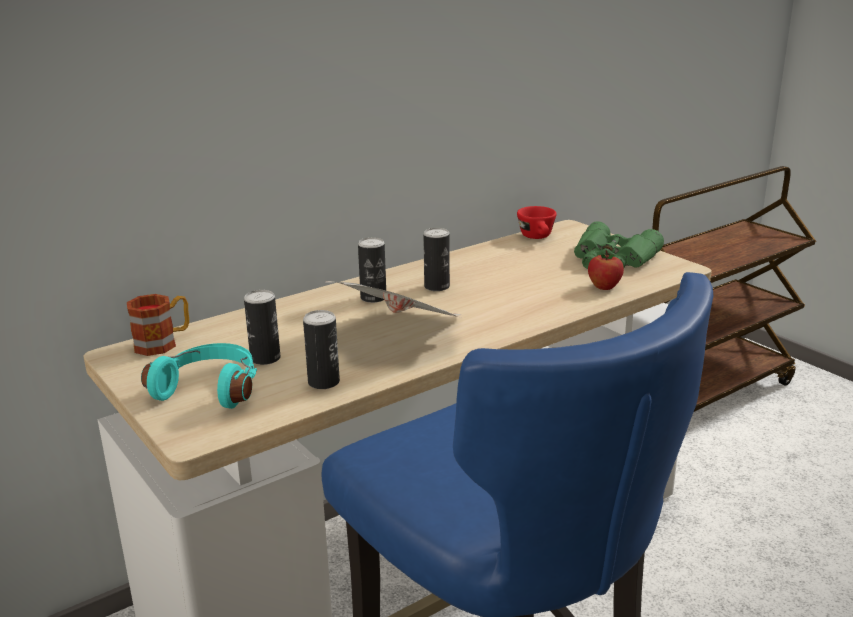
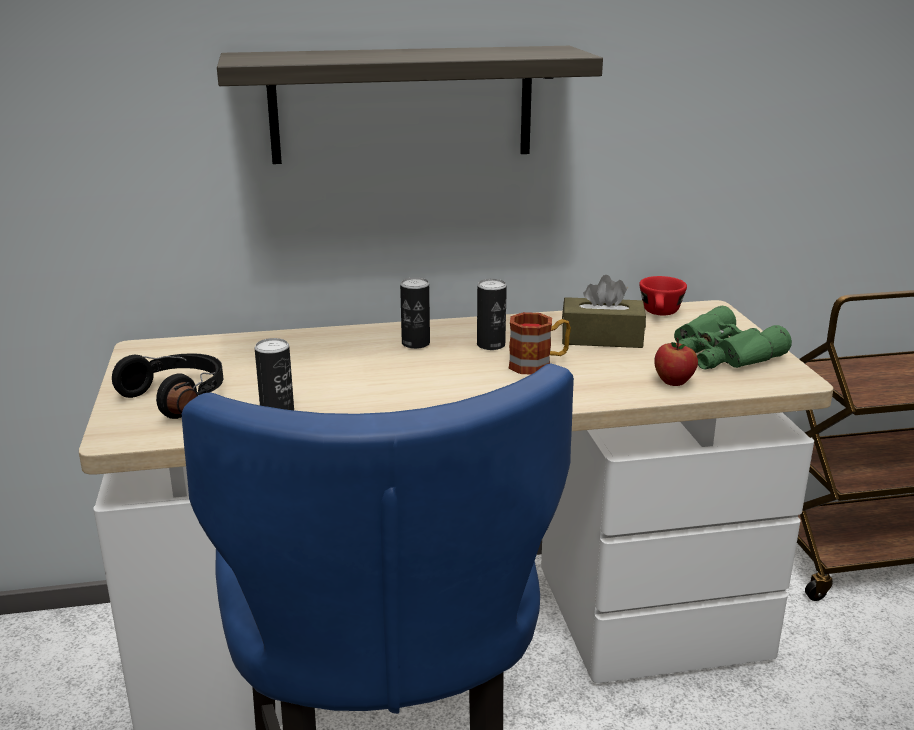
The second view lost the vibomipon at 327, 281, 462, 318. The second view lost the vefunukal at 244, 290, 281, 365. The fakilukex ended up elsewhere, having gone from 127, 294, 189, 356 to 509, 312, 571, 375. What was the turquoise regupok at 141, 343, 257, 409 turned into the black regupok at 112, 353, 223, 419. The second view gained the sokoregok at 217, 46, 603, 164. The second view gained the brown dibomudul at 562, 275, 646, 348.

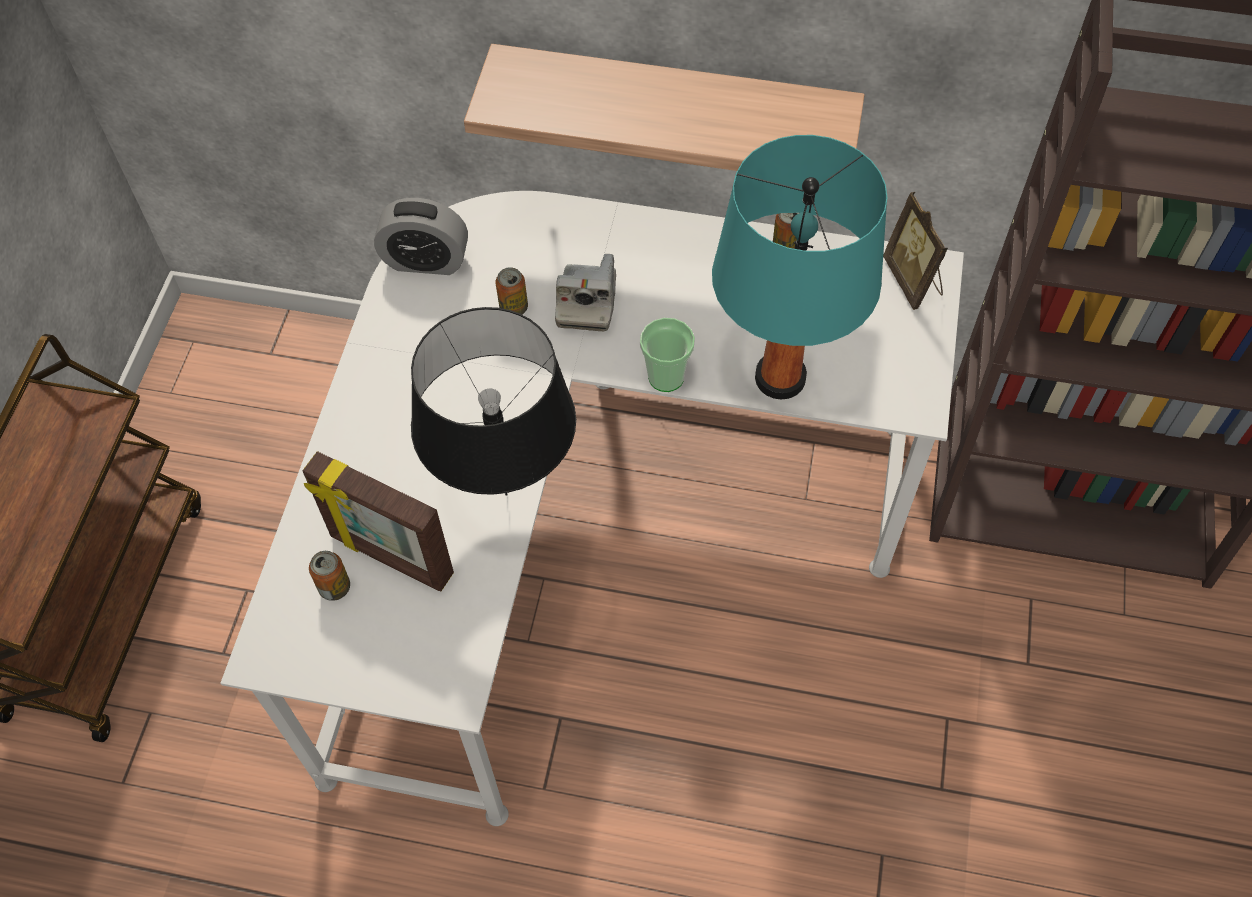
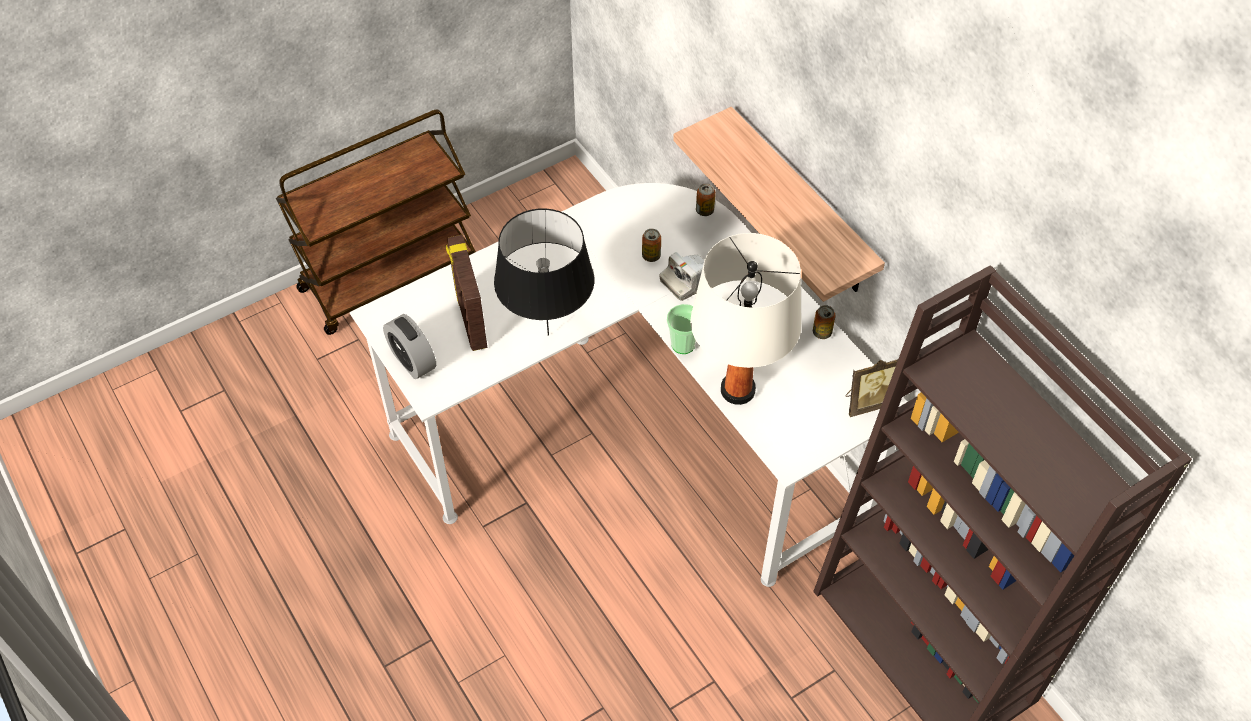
What was the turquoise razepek at 712, 135, 888, 400 turned into the white razepek at 690, 233, 801, 405. The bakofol at 883, 192, 948, 310 ended up facing another way, 135 degrees counterclockwise from before. The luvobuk ended up elsewhere, having gone from 374, 198, 468, 275 to 383, 314, 436, 379. The vefunukal ended up elsewhere, having gone from 309, 551, 350, 601 to 696, 183, 716, 216.

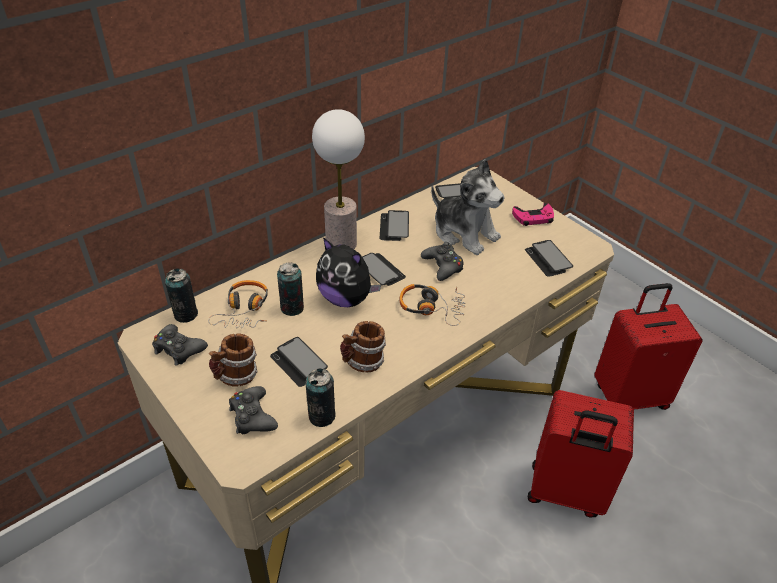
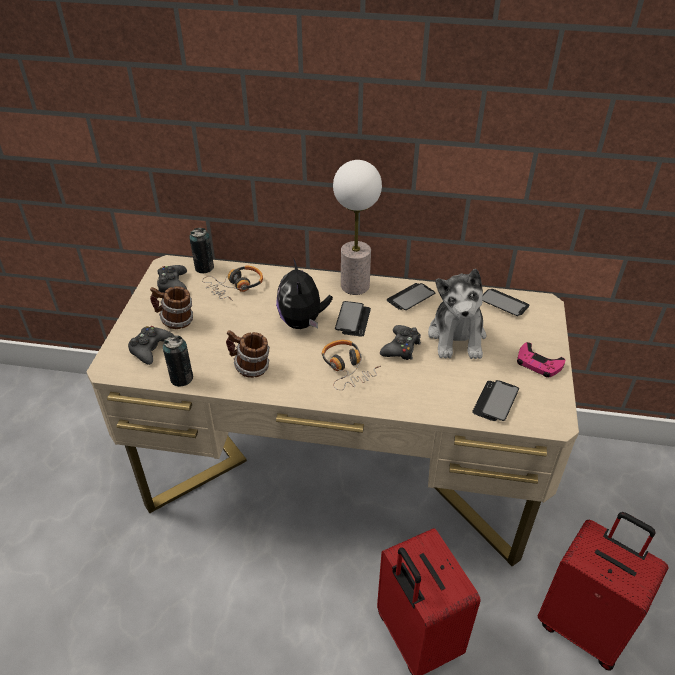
The second view lost the vefunukal at 277, 262, 304, 316. The second view lost the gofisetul at 270, 337, 328, 387.

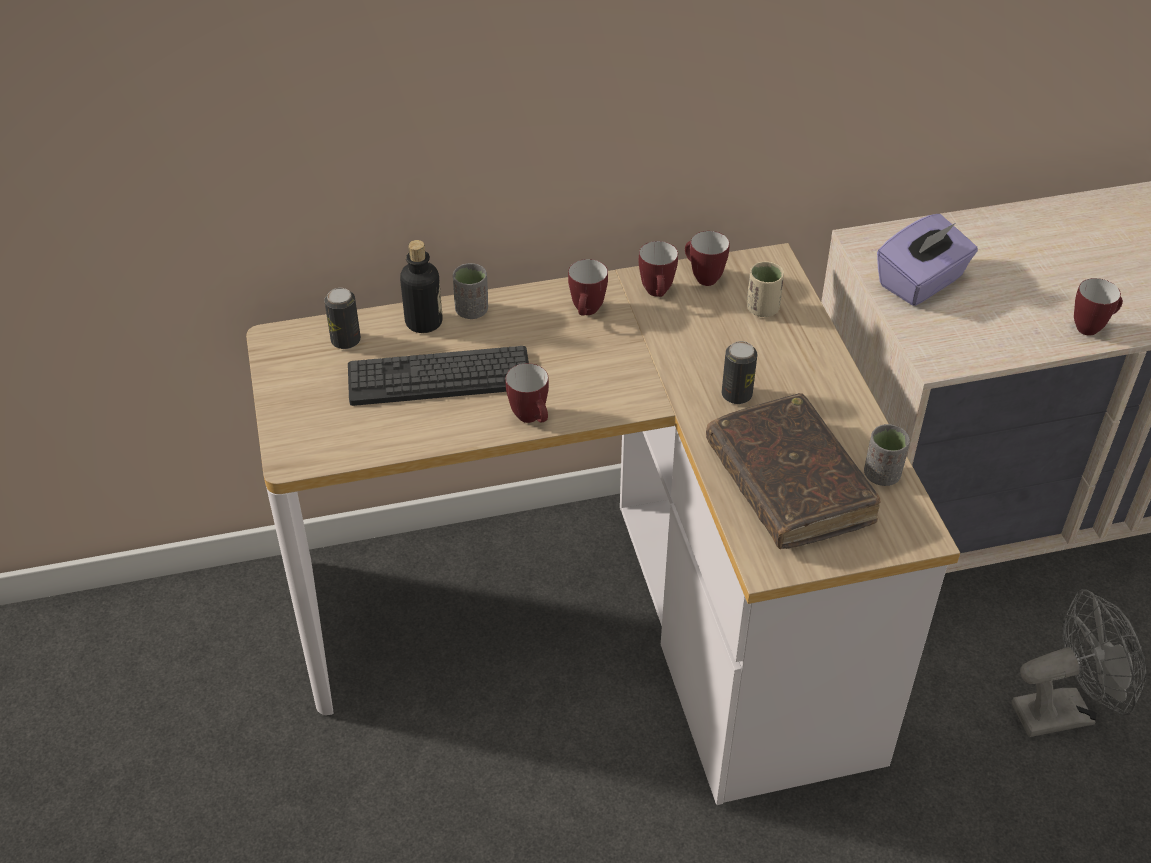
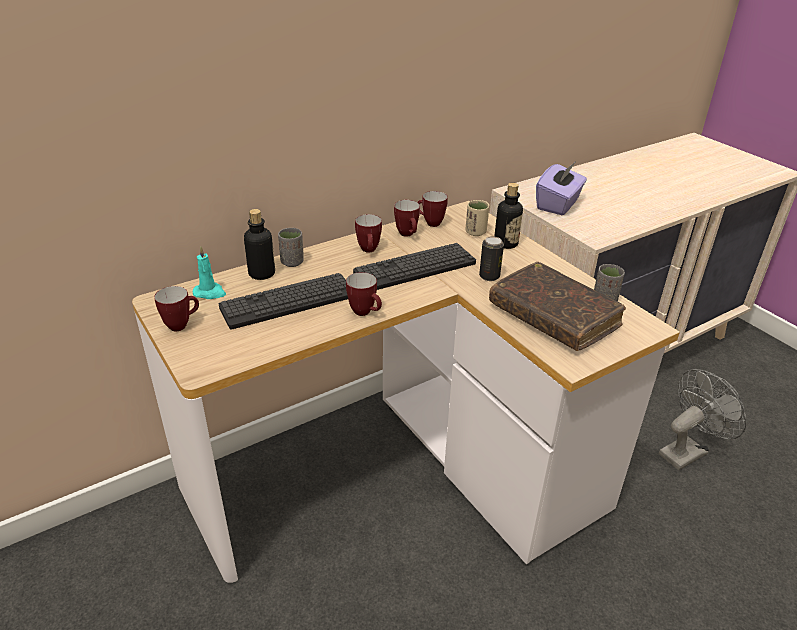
The fakilukex ended up elsewhere, having gone from 1074, 278, 1123, 336 to 154, 286, 199, 331. Where the vefunukal stood at 324, 288, 361, 349, the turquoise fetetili came to stand at 193, 246, 226, 299. The second view gained the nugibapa at 494, 183, 523, 249. The second view gained the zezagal at 353, 243, 476, 290.

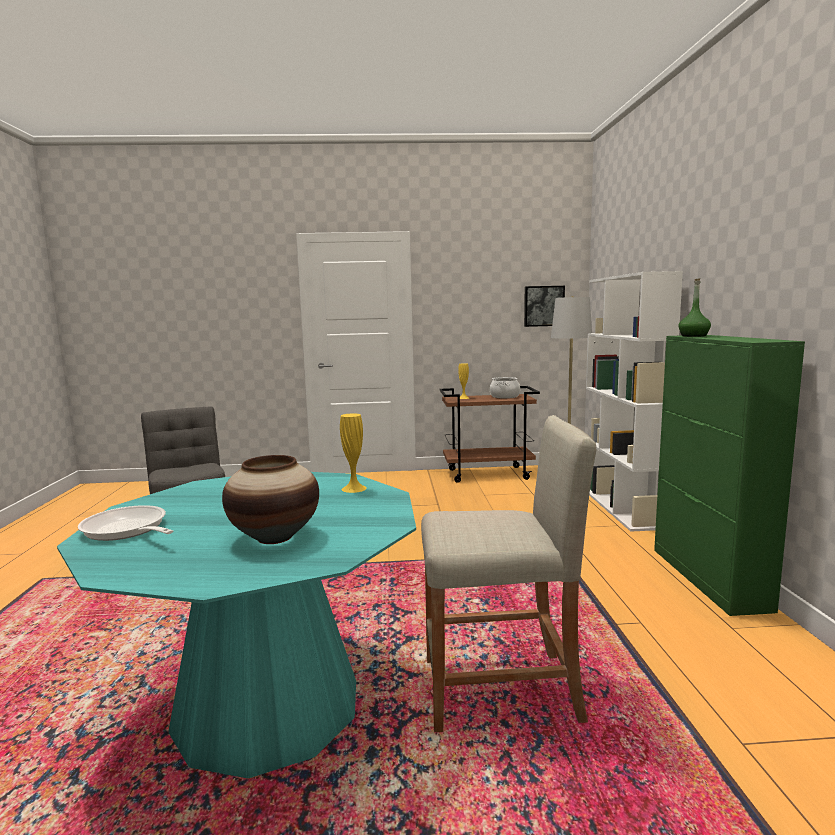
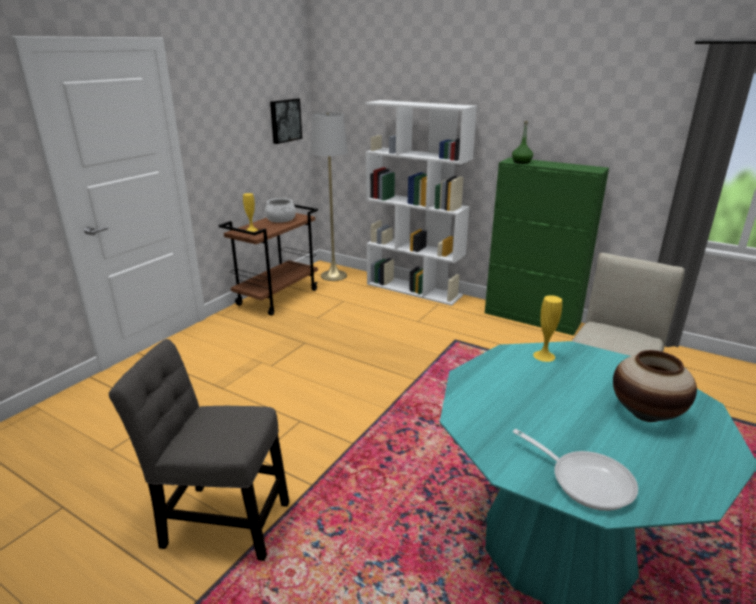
The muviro at 78, 505, 173, 541 ended up facing another way, 120 degrees counterclockwise from before.

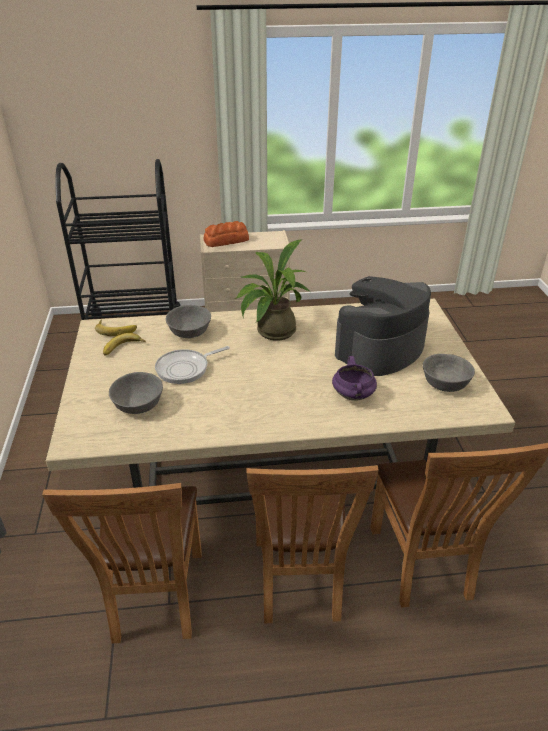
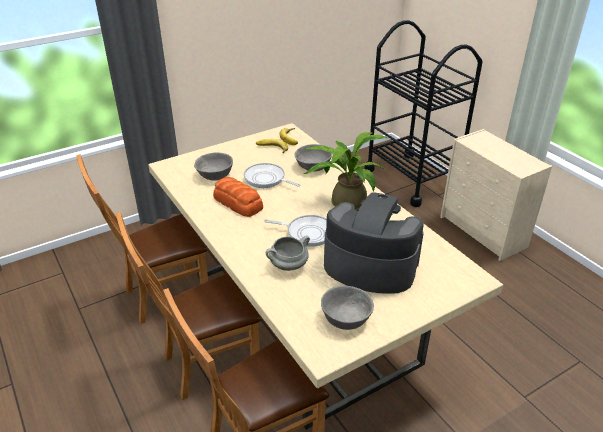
The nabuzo ended up elsewhere, having gone from 204, 221, 249, 247 to 213, 177, 263, 217. What was the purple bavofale at 332, 356, 377, 401 turned into the grey bavofale at 266, 236, 310, 271. The second view gained the muviro at 264, 215, 327, 247.

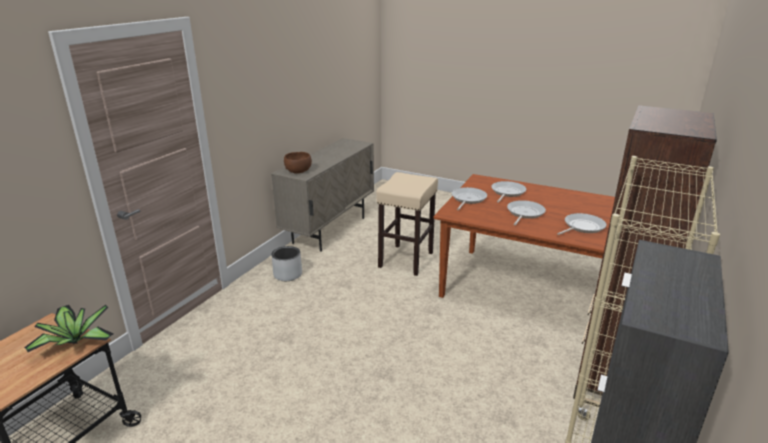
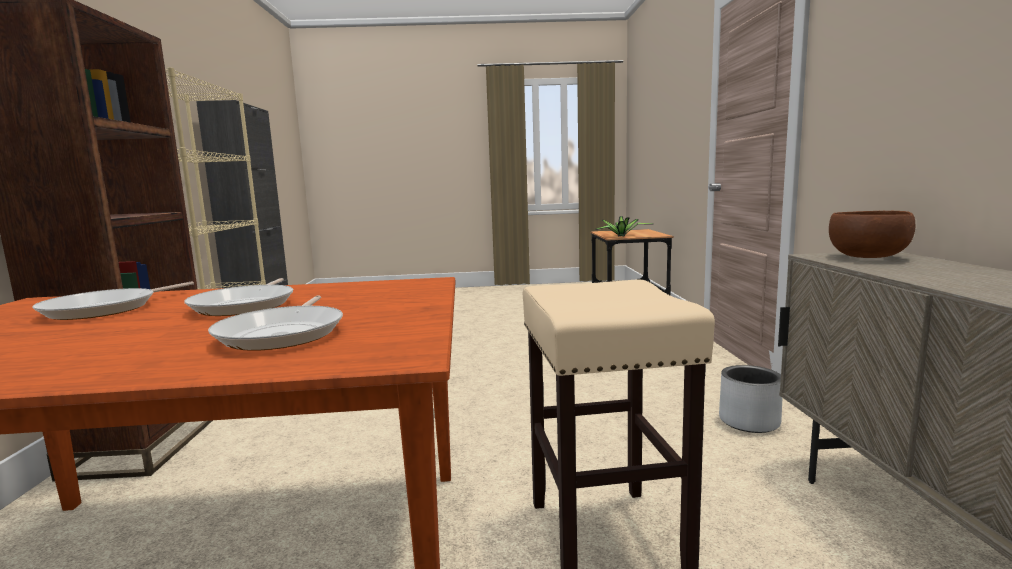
The second view lost the muviro at 452, 187, 487, 210.

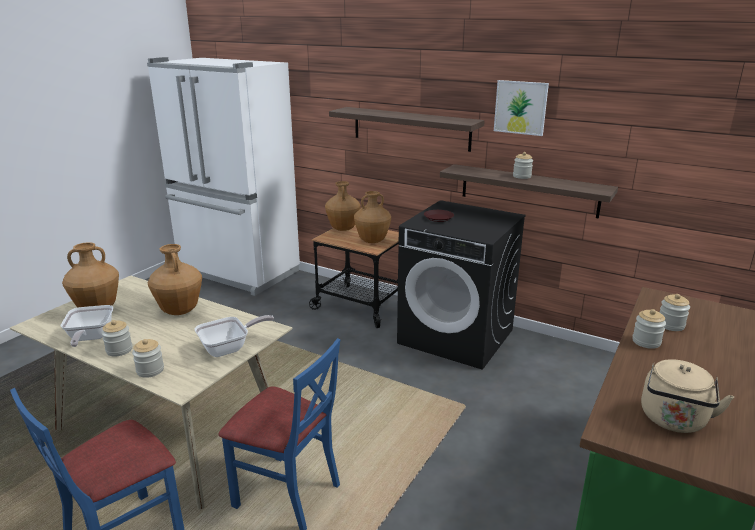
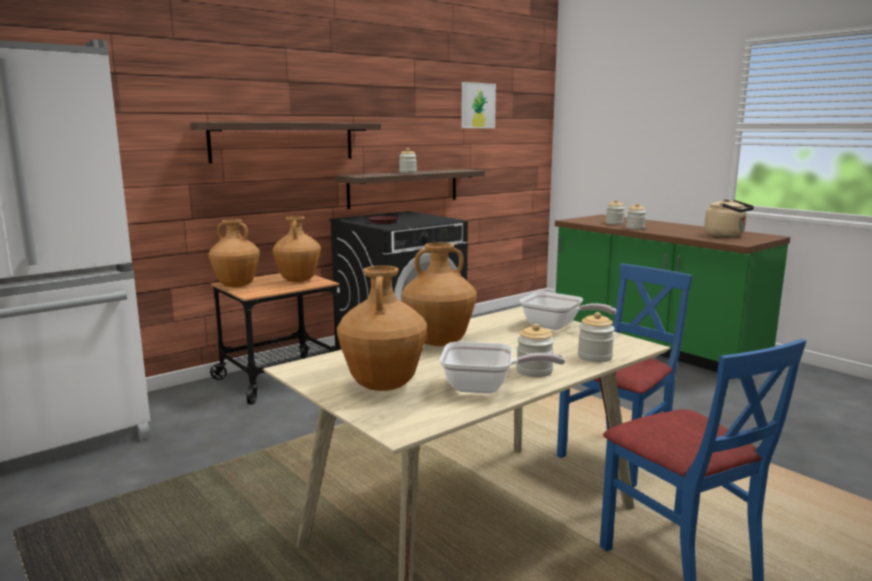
The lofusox ended up elsewhere, having gone from 494, 80, 549, 136 to 461, 82, 496, 128. The muviro at 195, 315, 274, 357 ended up facing another way, 135 degrees clockwise from before.

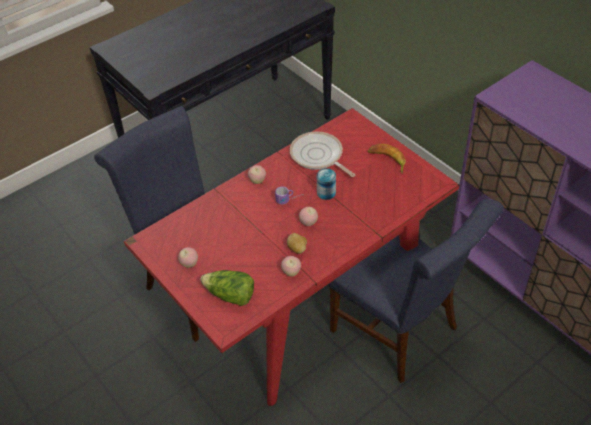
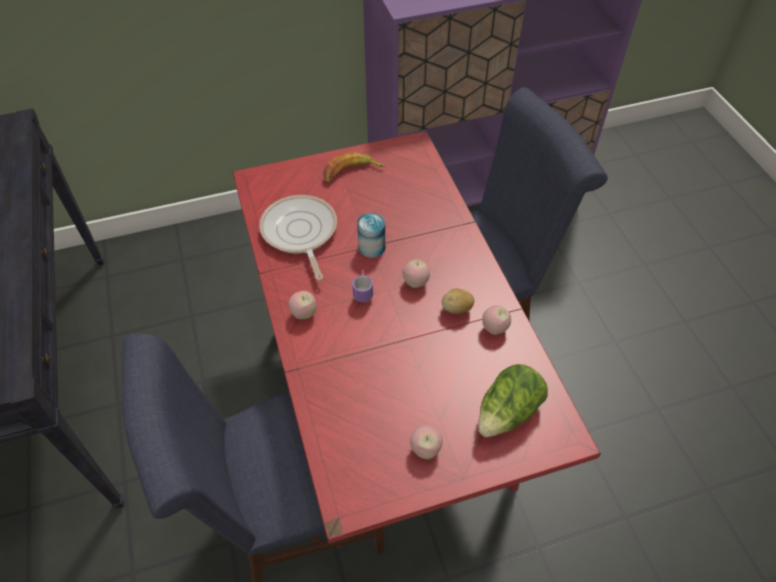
The muviro at 290, 131, 355, 177 ended up facing another way, 90 degrees clockwise from before.

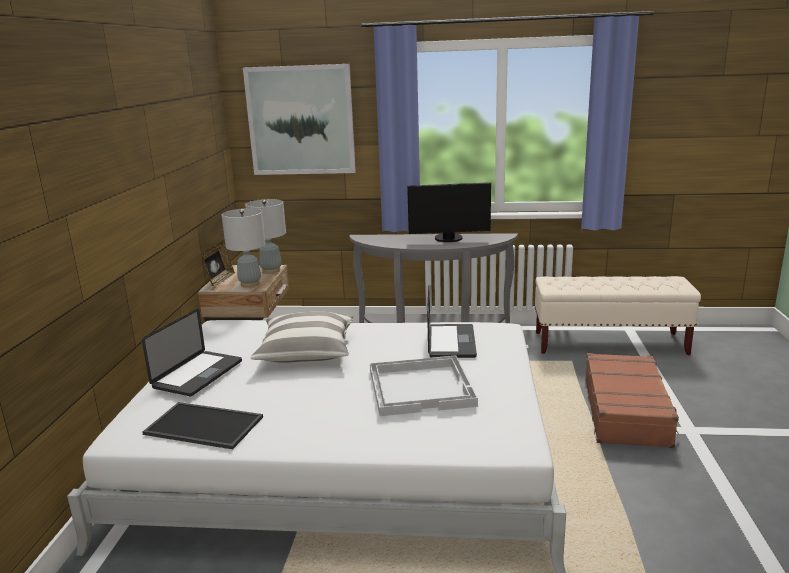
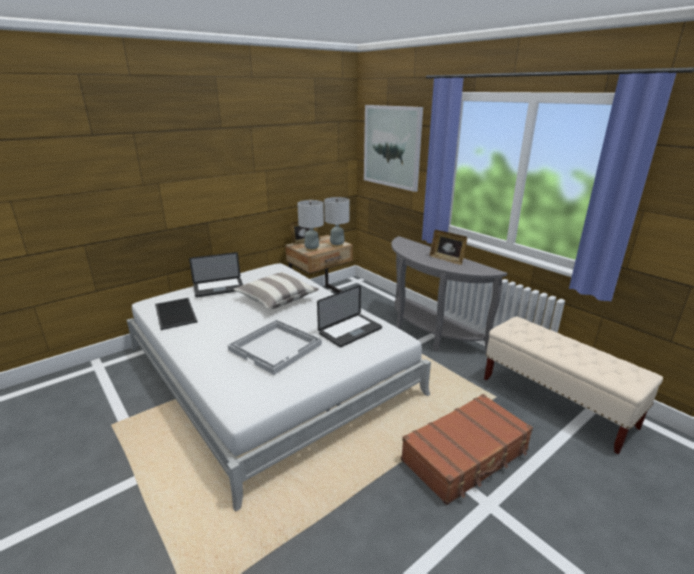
Where the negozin stood at 407, 182, 491, 242, the bakofol came to stand at 430, 230, 467, 265.

